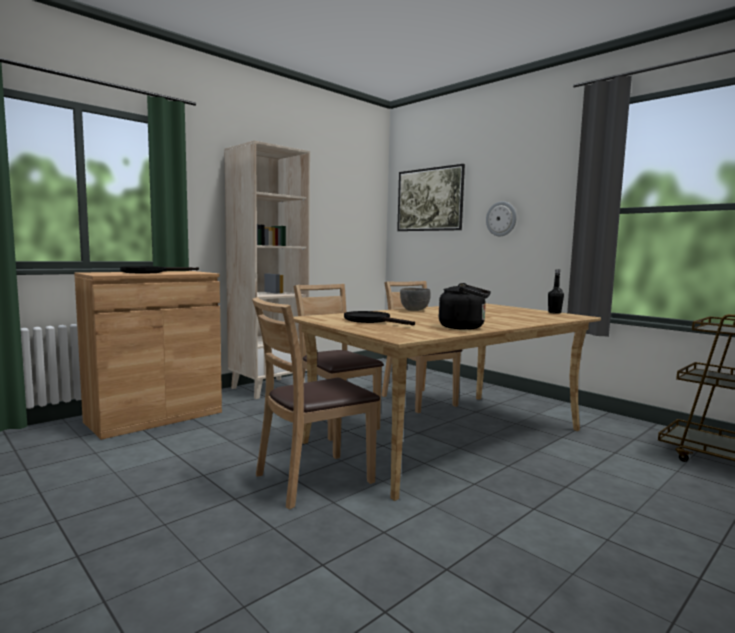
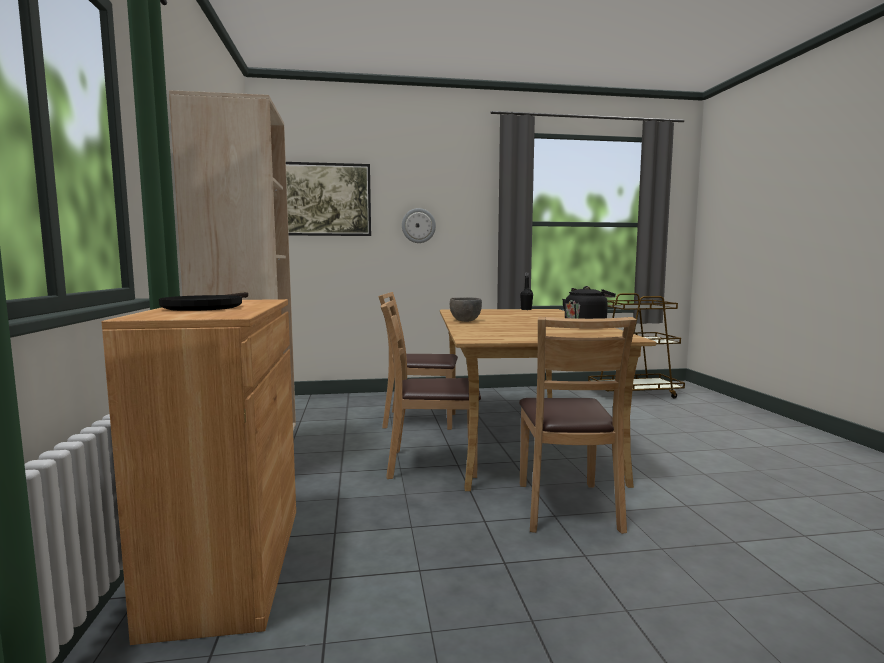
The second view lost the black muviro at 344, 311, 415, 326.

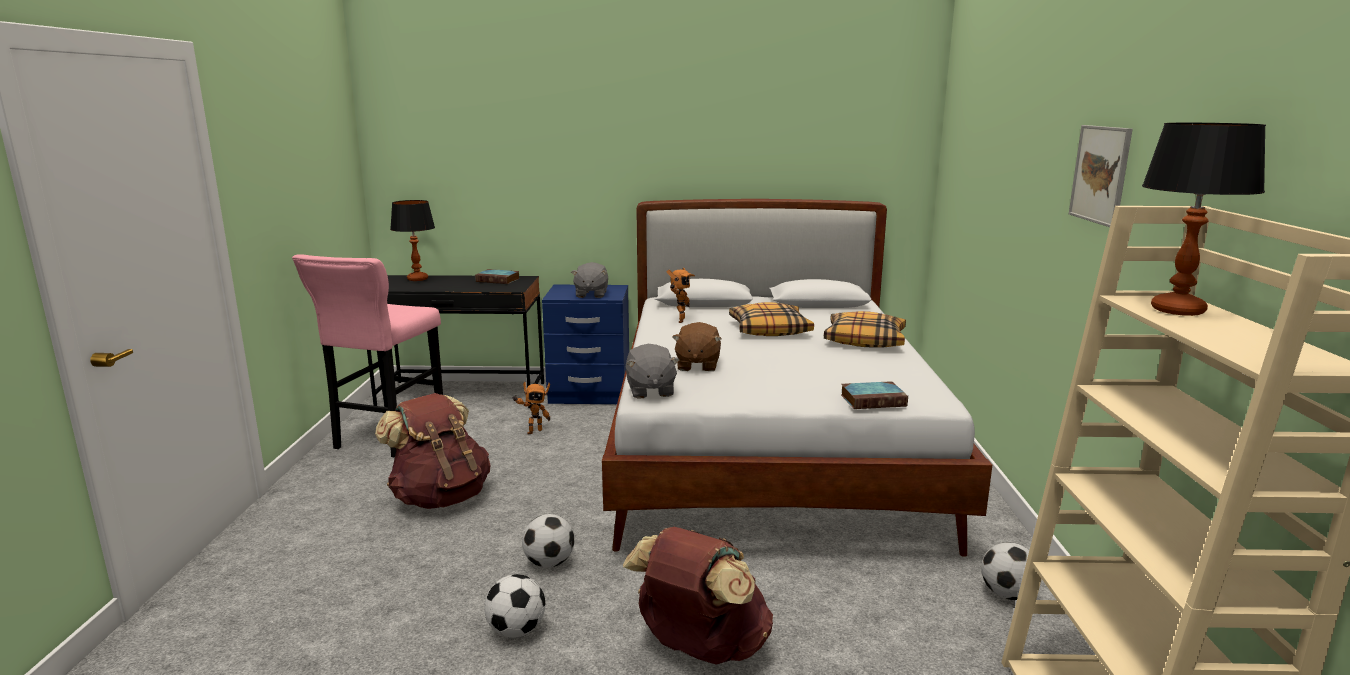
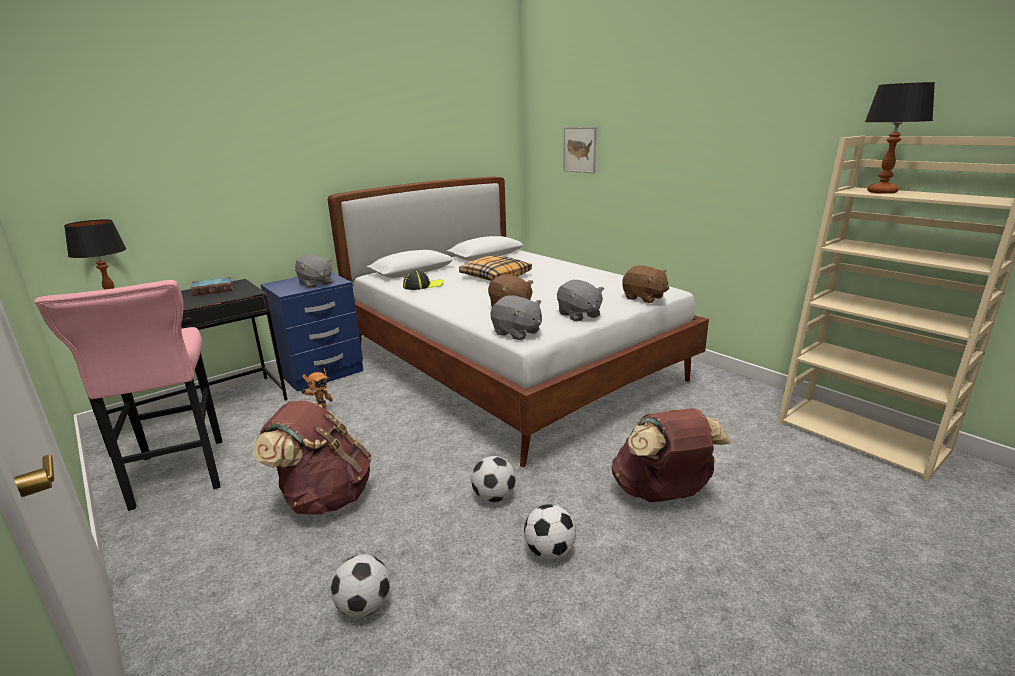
The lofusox ended up elsewhere, having gone from 1069, 125, 1133, 227 to 563, 127, 597, 173. Where the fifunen stood at 666, 268, 695, 323, the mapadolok came to stand at 403, 270, 444, 290. The second view lost the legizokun at 824, 311, 906, 347. Where the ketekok stood at 840, 381, 908, 409, the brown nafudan came to stand at 622, 266, 669, 303. The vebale ended up elsewhere, having gone from 981, 542, 1029, 600 to 331, 554, 390, 618. The second view gained the grey nafudan at 557, 280, 604, 321.

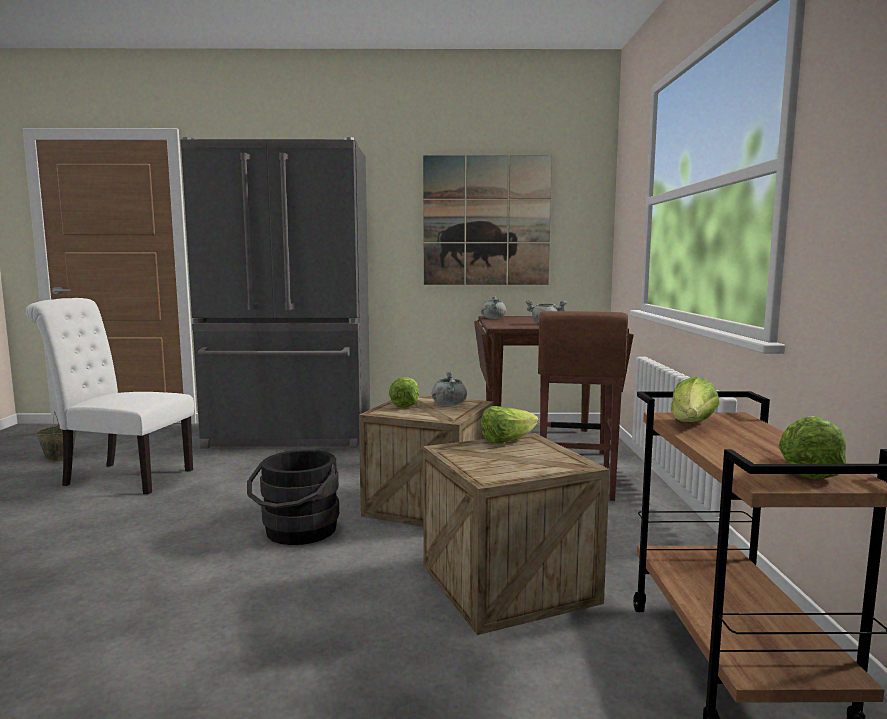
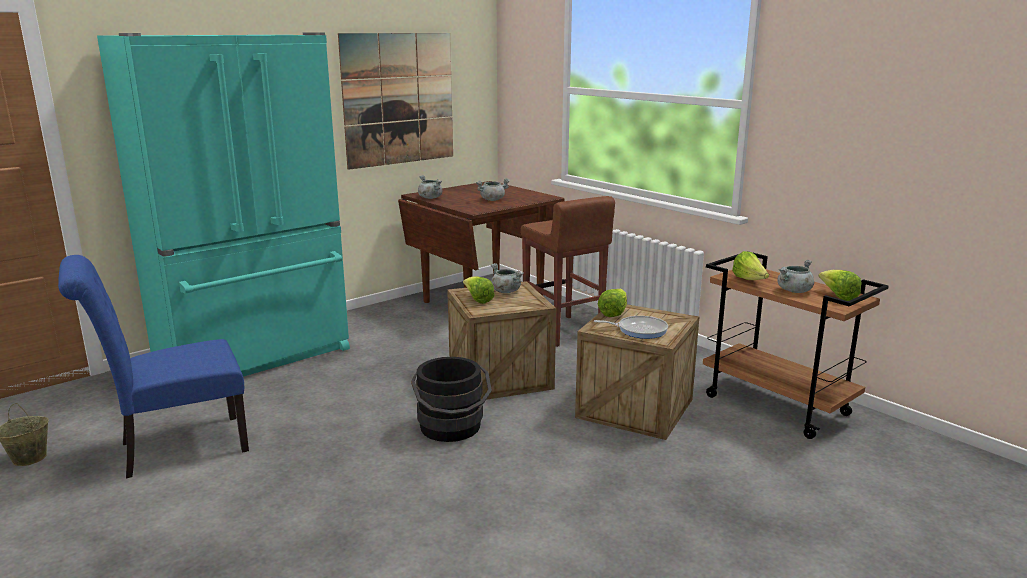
What was the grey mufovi at 180, 137, 370, 448 turned into the turquoise mufovi at 97, 33, 350, 377. What was the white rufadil at 26, 298, 194, 494 turned into the blue rufadil at 58, 255, 249, 478. The second view gained the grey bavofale at 777, 260, 814, 293. The second view gained the muviro at 594, 316, 668, 339.

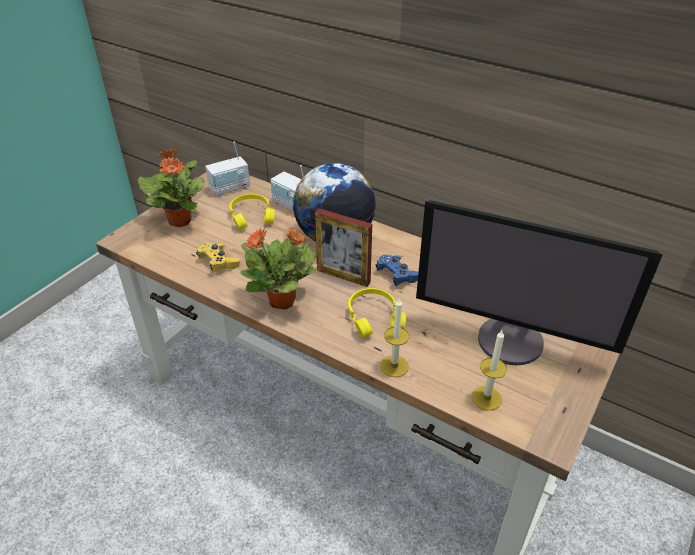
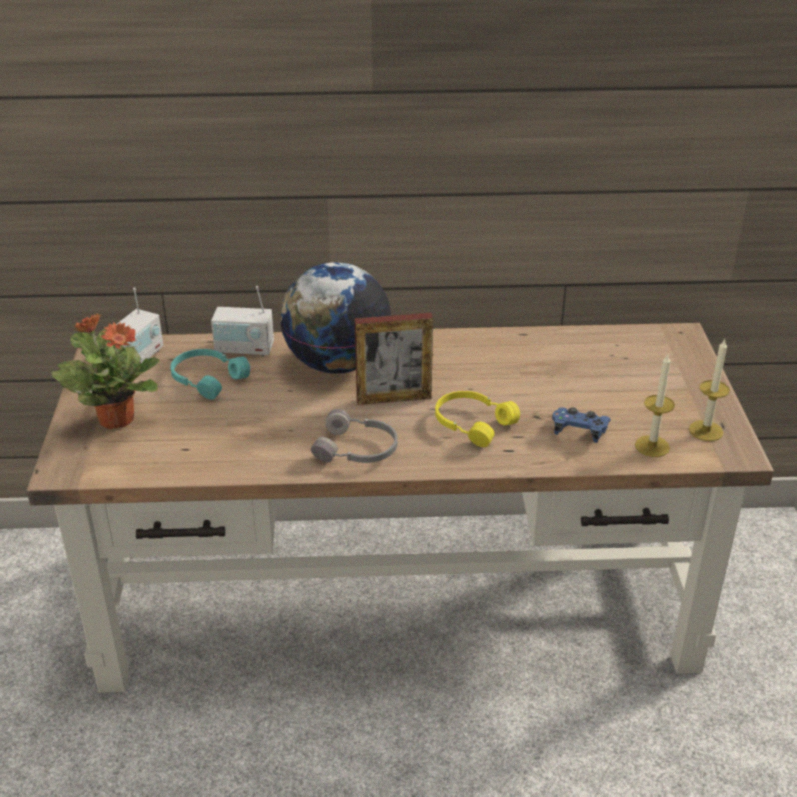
What was the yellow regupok at 229, 194, 275, 230 turned into the turquoise regupok at 170, 349, 250, 400. The second view lost the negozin at 416, 200, 662, 365. Where the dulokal stood at 240, 227, 317, 309, the grey regupok came to stand at 311, 409, 398, 463. The second view lost the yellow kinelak at 196, 243, 240, 273. The blue kinelak ended up elsewhere, having gone from 376, 255, 418, 286 to 552, 407, 611, 443. The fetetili ended up elsewhere, having gone from 380, 298, 409, 377 to 689, 339, 730, 441.

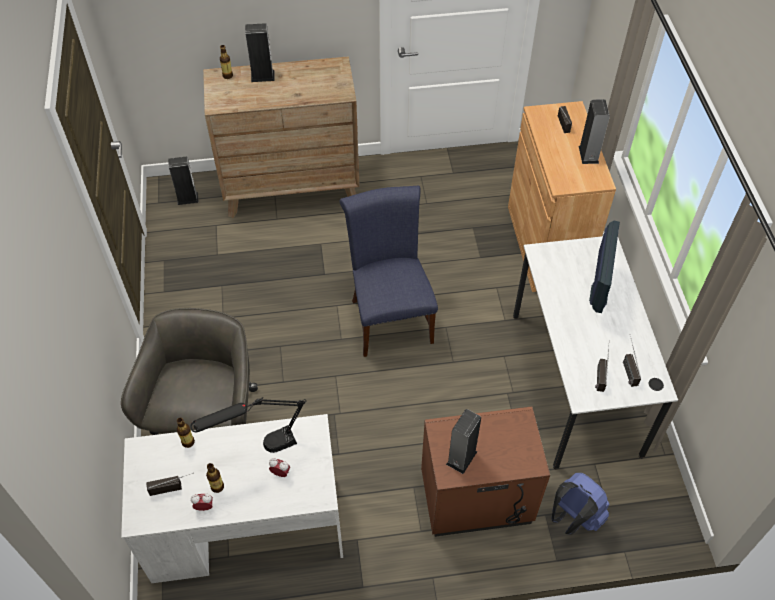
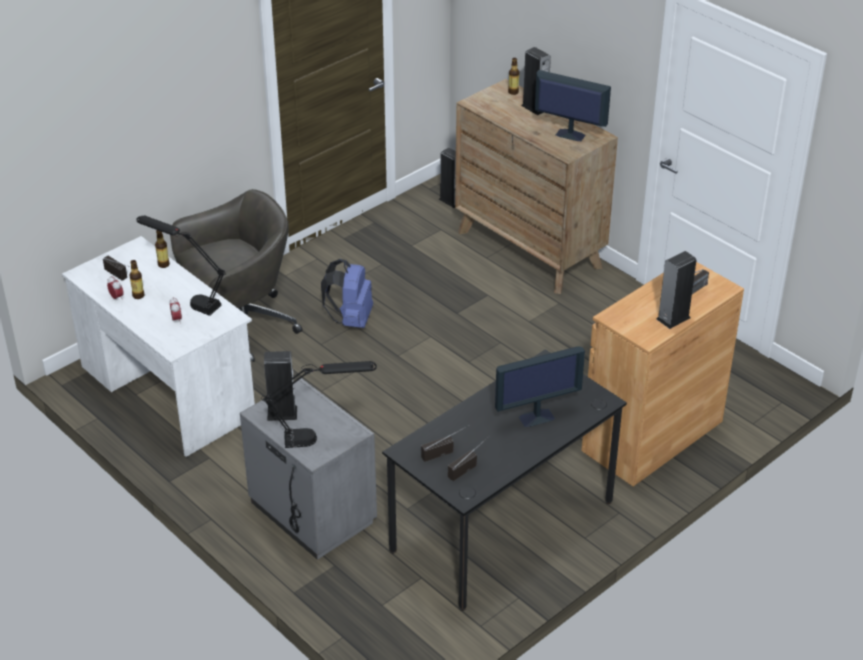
The second view lost the blue rufadil at 339, 186, 438, 357. What was the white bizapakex at 513, 236, 678, 469 turned into the black bizapakex at 382, 349, 627, 611. What was the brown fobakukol at 421, 407, 550, 537 turned into the grey fobakukol at 240, 378, 377, 560. The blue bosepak ended up elsewhere, having gone from 552, 473, 610, 534 to 321, 259, 373, 328. The second view gained the negozin at 535, 70, 611, 141. The second view gained the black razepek at 262, 361, 377, 448.

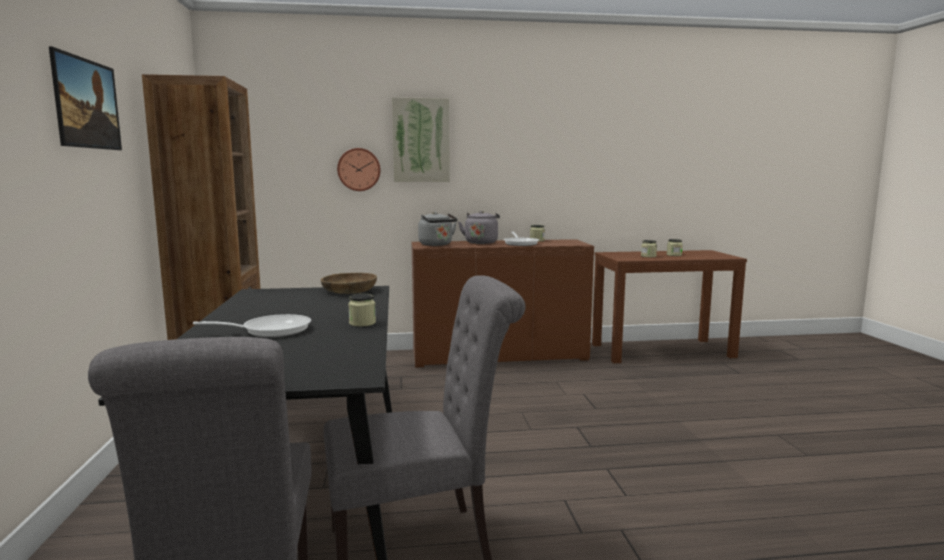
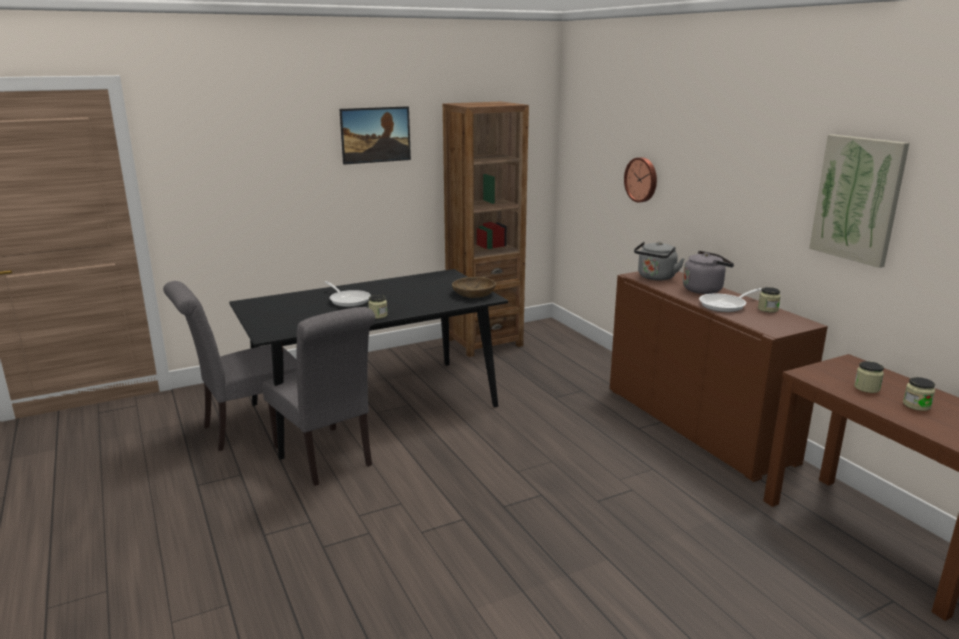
The lofusox ended up elsewhere, having gone from 392, 97, 450, 182 to 809, 134, 909, 268.

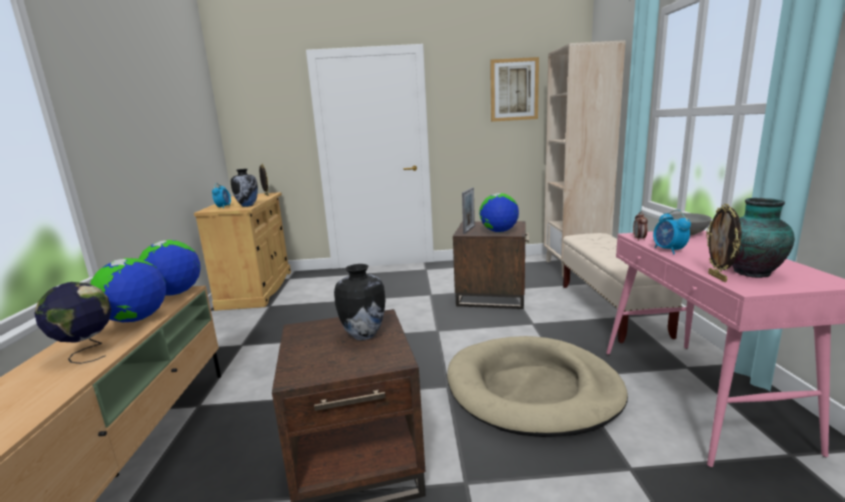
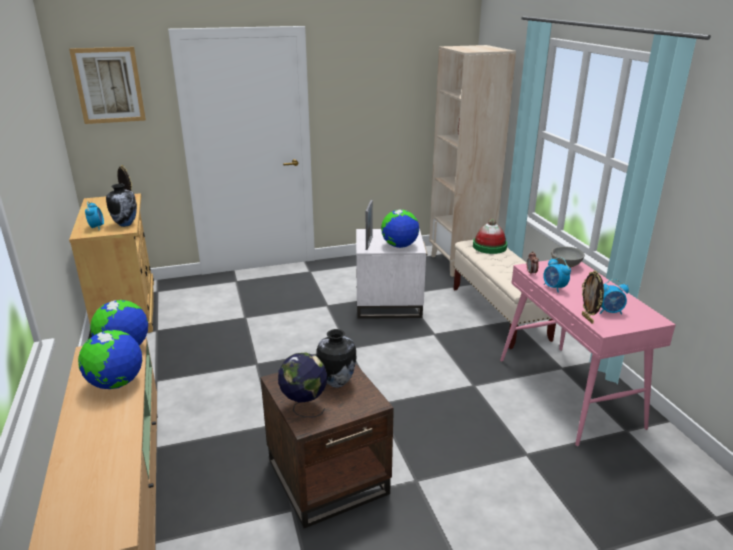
The lofusox ended up elsewhere, having gone from 490, 57, 539, 122 to 69, 47, 146, 124. Where the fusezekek stood at 732, 198, 795, 278, the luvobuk came to stand at 599, 279, 629, 315. What was the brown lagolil at 453, 221, 529, 309 turned into the white lagolil at 356, 229, 427, 319. The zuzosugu ended up elsewhere, having gone from 34, 282, 111, 364 to 278, 353, 327, 417. The second view lost the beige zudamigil at 447, 336, 628, 437. The second view gained the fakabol at 473, 219, 507, 254.

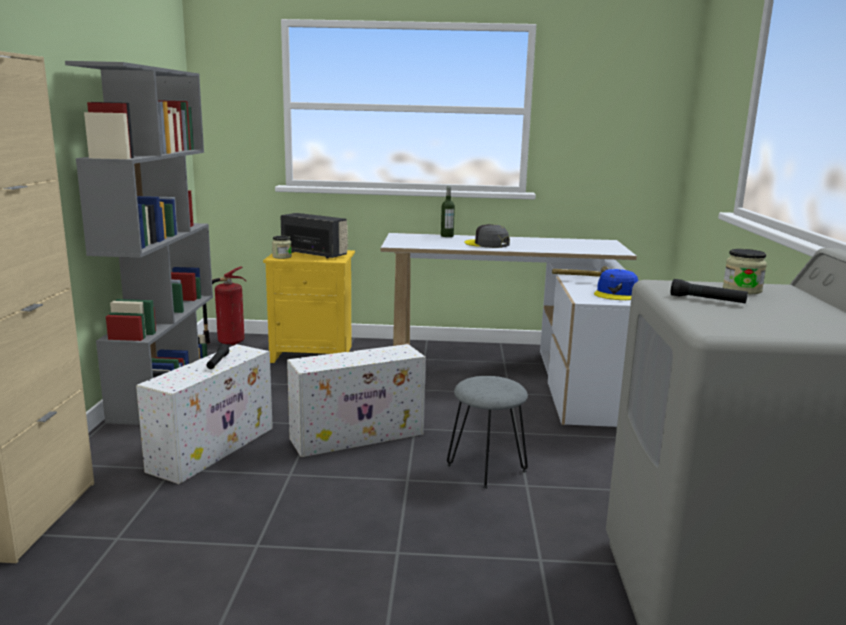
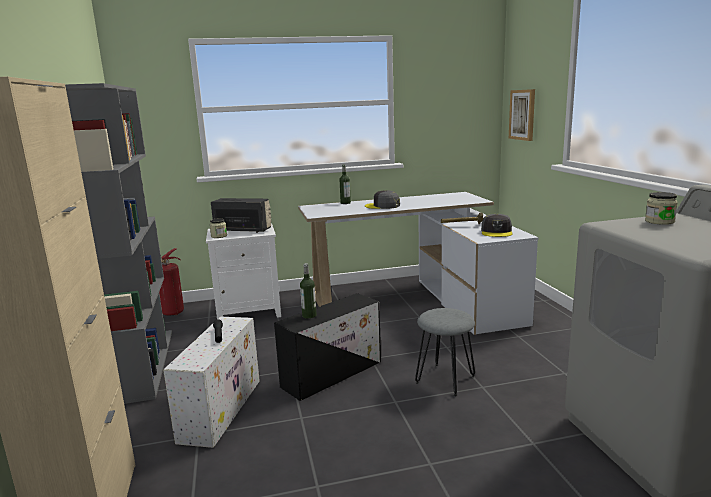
What was the yellow fobakukol at 263, 250, 355, 363 turned into the white fobakukol at 206, 223, 281, 319. What was the blue mapadolok at 594, 269, 638, 300 turned into the grey mapadolok at 481, 214, 513, 237. The second view lost the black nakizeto at 671, 279, 748, 304. What was the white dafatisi at 287, 344, 426, 457 turned into the black dafatisi at 274, 293, 381, 401. The second view gained the lofusox at 509, 89, 535, 141. The second view gained the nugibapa at 300, 263, 317, 319.

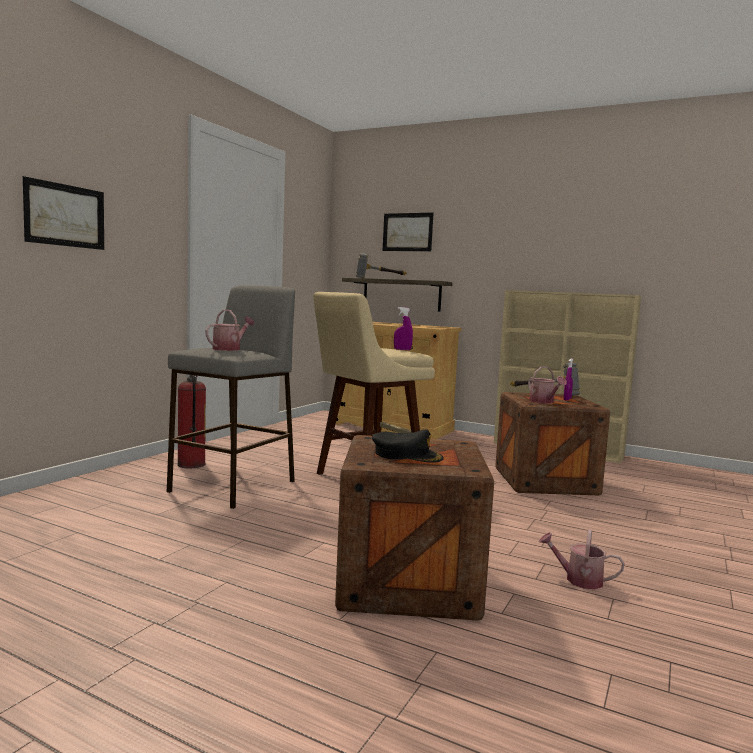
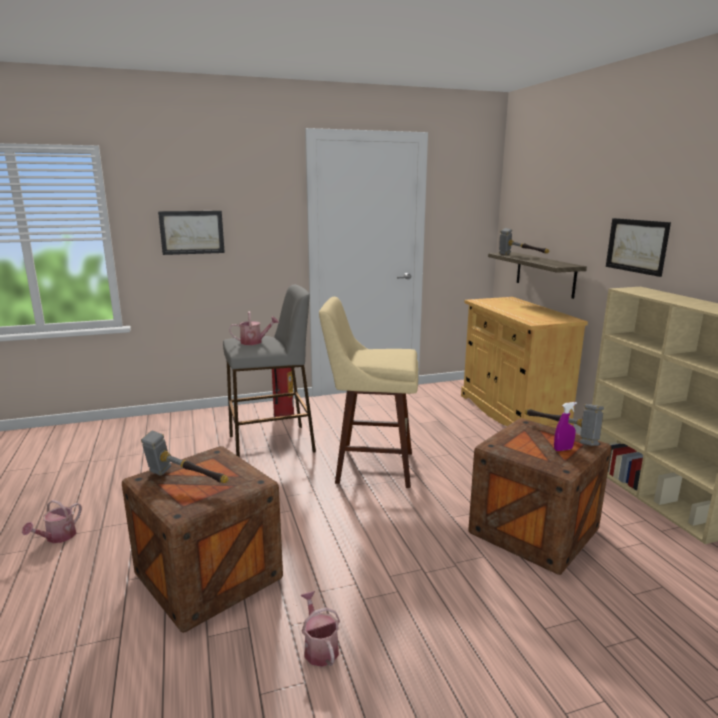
The lofusox ended up elsewhere, having gone from 382, 213, 433, 251 to 606, 218, 671, 277. The second view lost the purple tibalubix at 394, 307, 413, 350. The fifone ended up elsewhere, having gone from 528, 367, 567, 404 to 22, 500, 82, 543. Where the black mapadolok stood at 372, 429, 444, 463, the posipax came to stand at 141, 431, 228, 483.

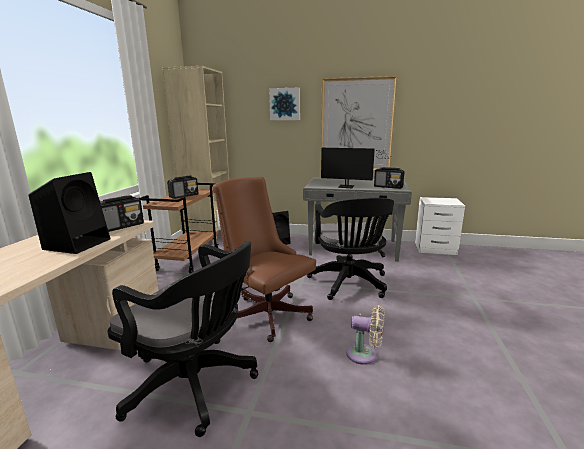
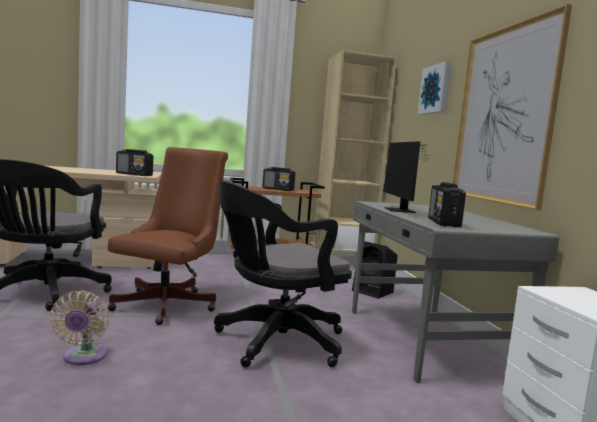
The second view lost the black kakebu at 28, 172, 110, 254.

